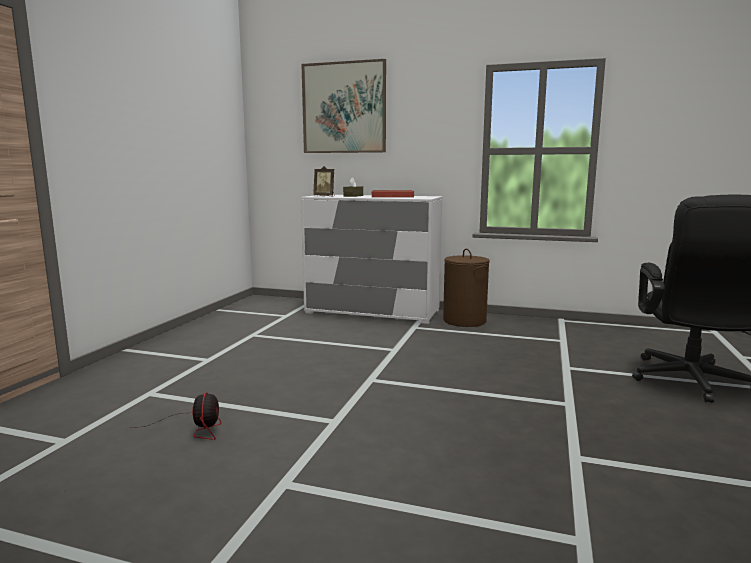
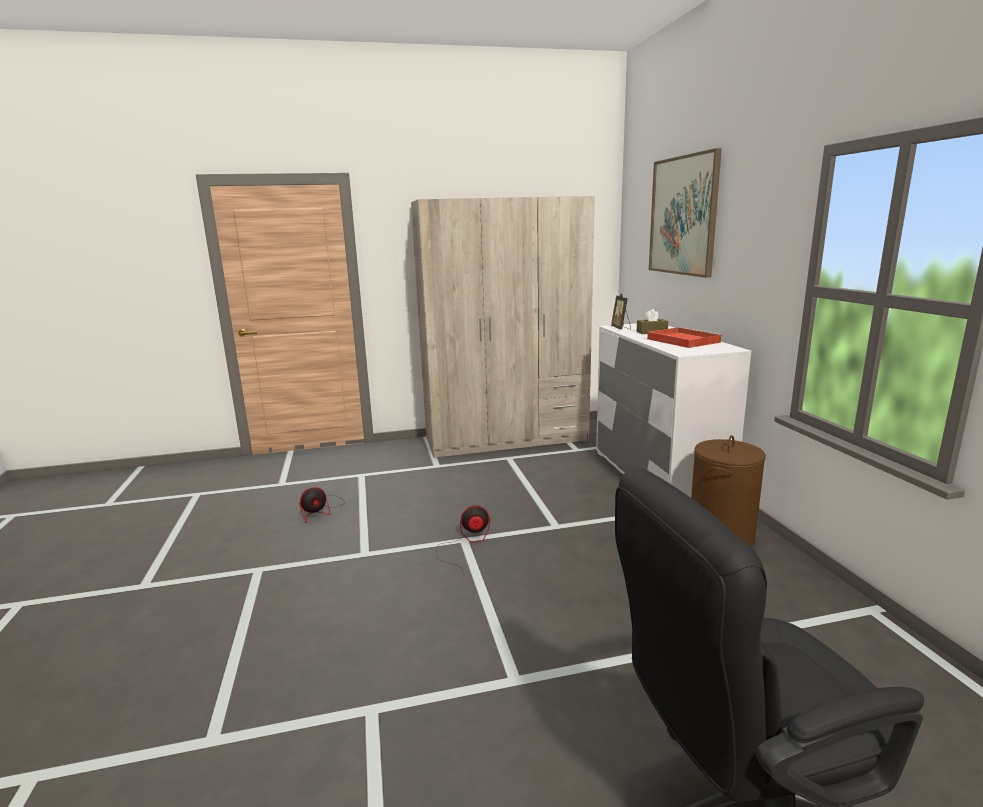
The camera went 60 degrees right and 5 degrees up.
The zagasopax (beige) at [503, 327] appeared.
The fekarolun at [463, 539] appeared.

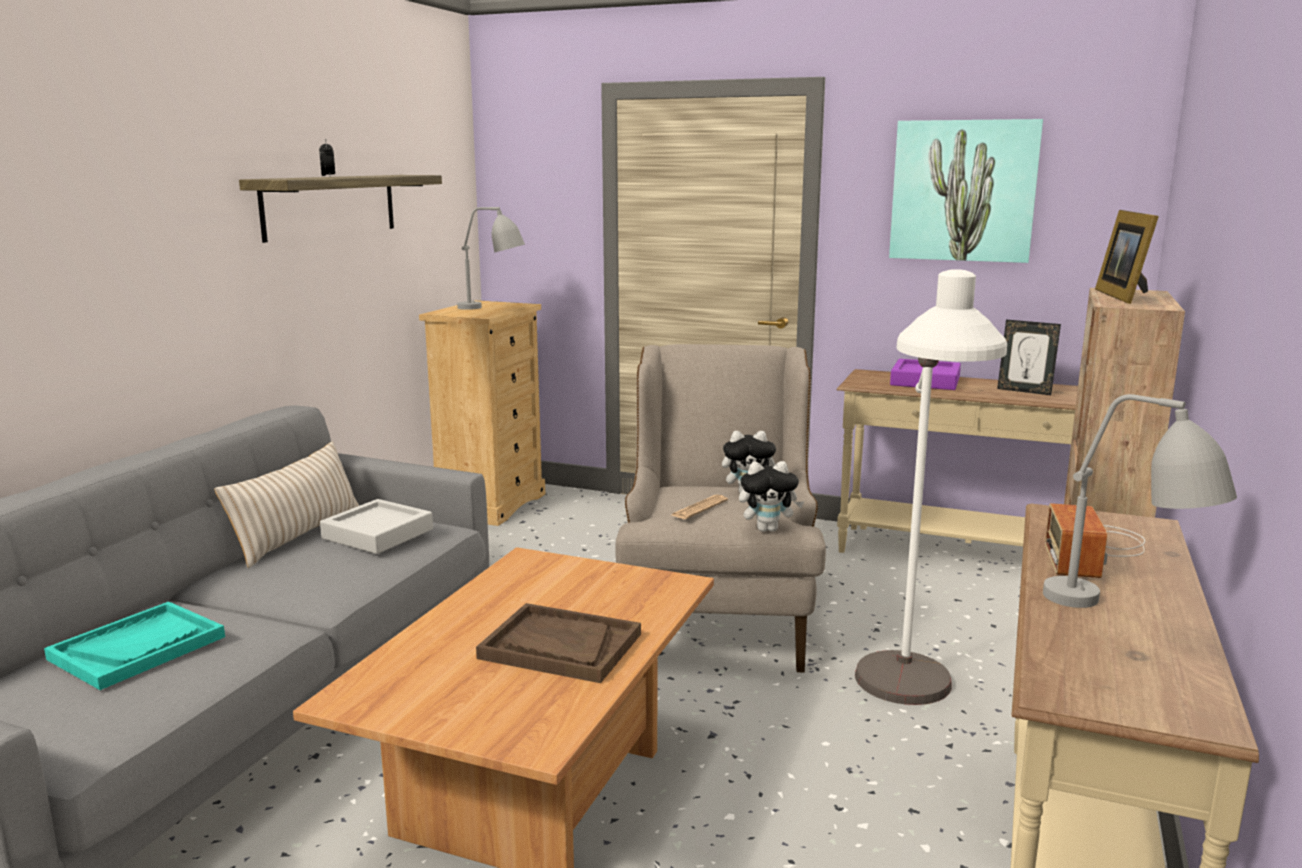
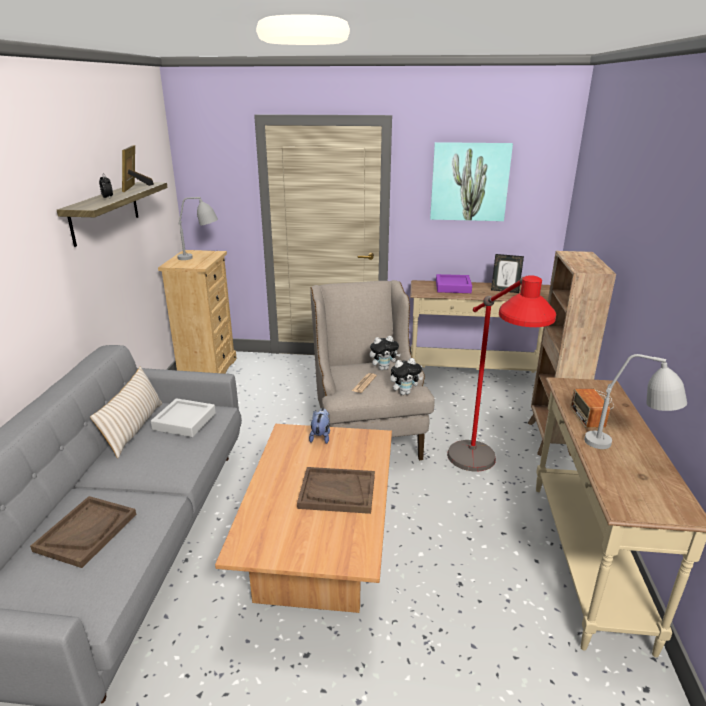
The camera went 15 degrees left and 10 degrees up.
The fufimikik moved from [1127, 257] to [138, 168].
The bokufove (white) at [931, 487] became the bokufove (red) at [501, 373].
The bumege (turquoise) at [134, 646] became the bumege (brown) at [83, 532].
The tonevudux at [319, 426] appeared.

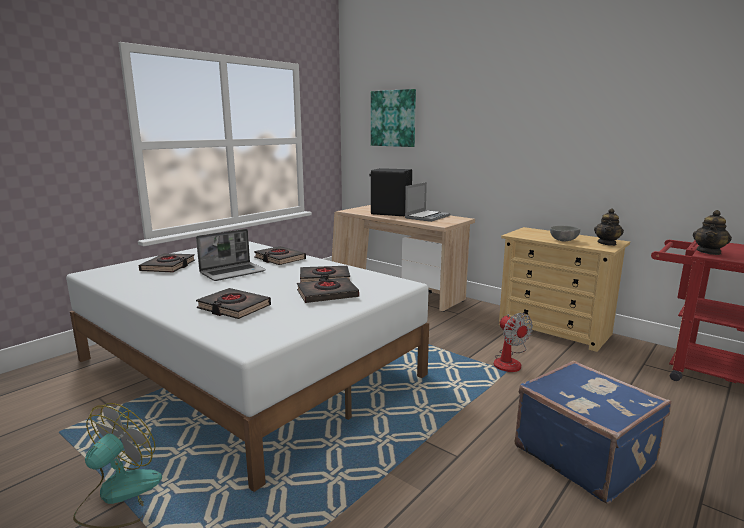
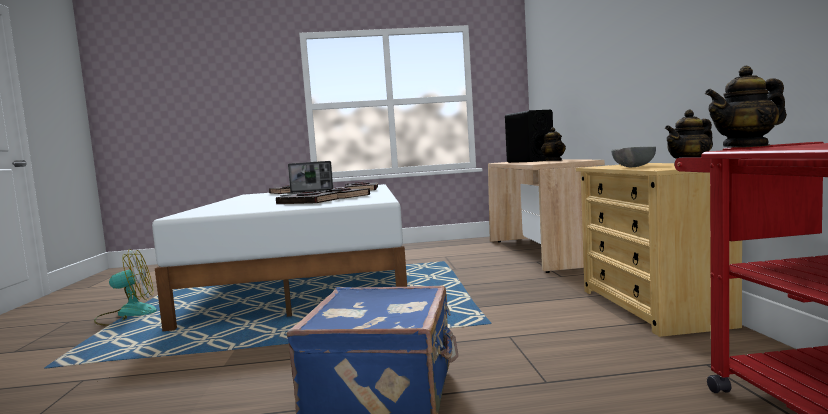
The camera went 45 degrees right and 10 degrees down.
The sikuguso at [393, 118] disappeared.
The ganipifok at [428, 202] was replaced by the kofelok at [553, 144].
The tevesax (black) at [233, 303] disappeared.
The fekarolun at [513, 342] disappeared.

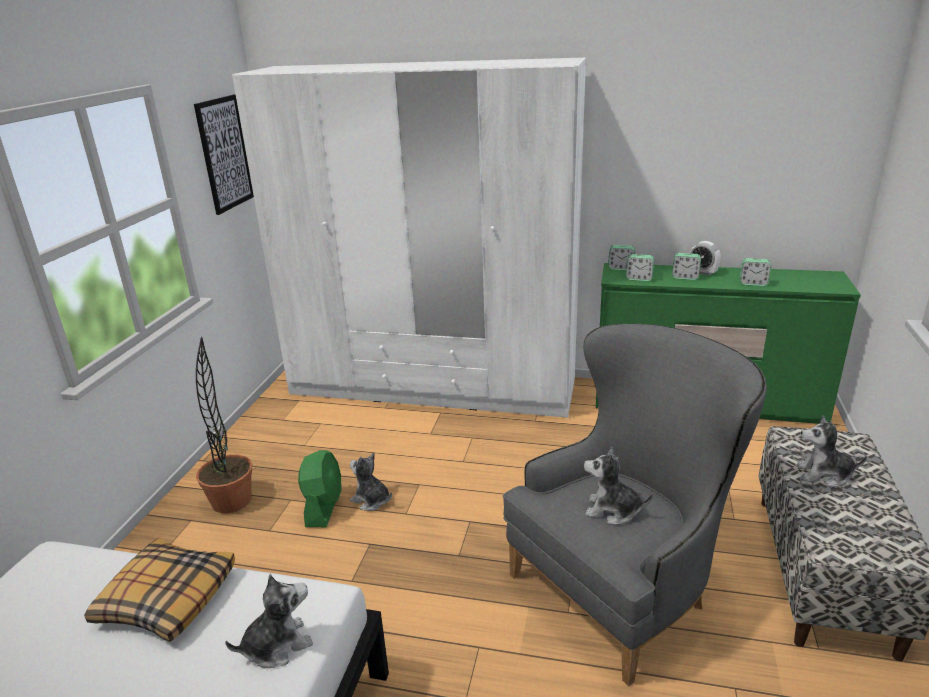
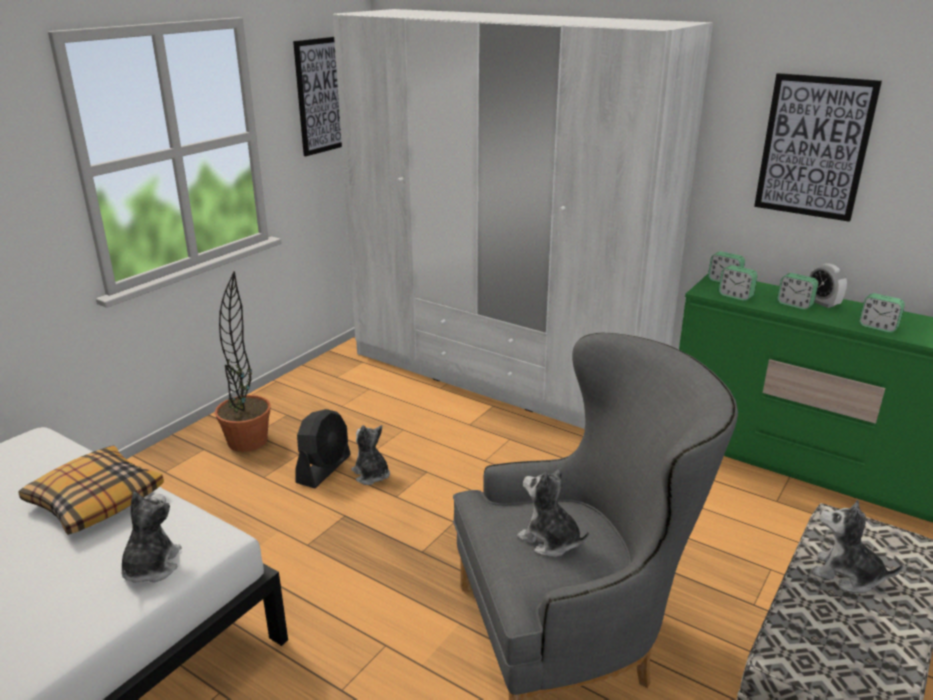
The camera went 20 degrees right and 0 degrees up.
The fekarolun (green) at [319, 488] became the fekarolun (black) at [323, 449].
The tonevudux at [269, 620] turned 75 degrees counterclockwise.
The sikuguso at [818, 147] appeared.

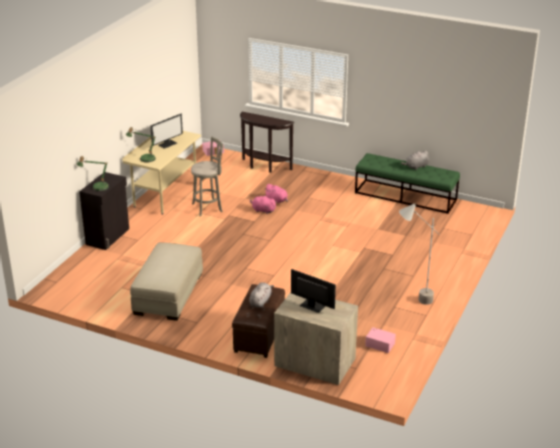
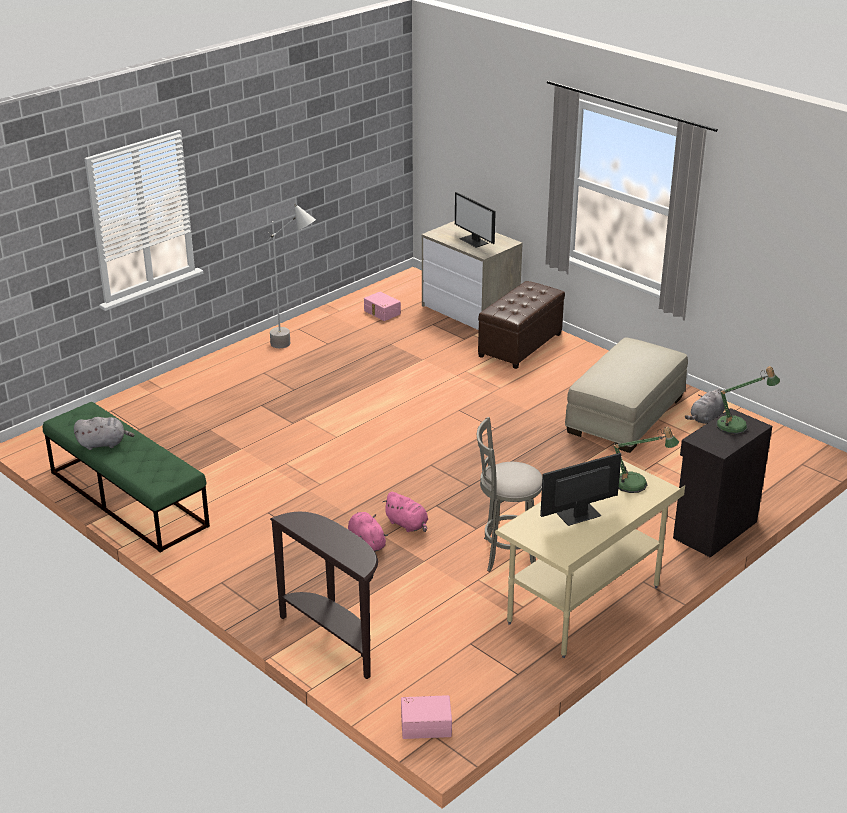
The camera went 160 degrees left and 0 degrees up.
The tonevudux (grey) moved from [261, 295] to [705, 406].

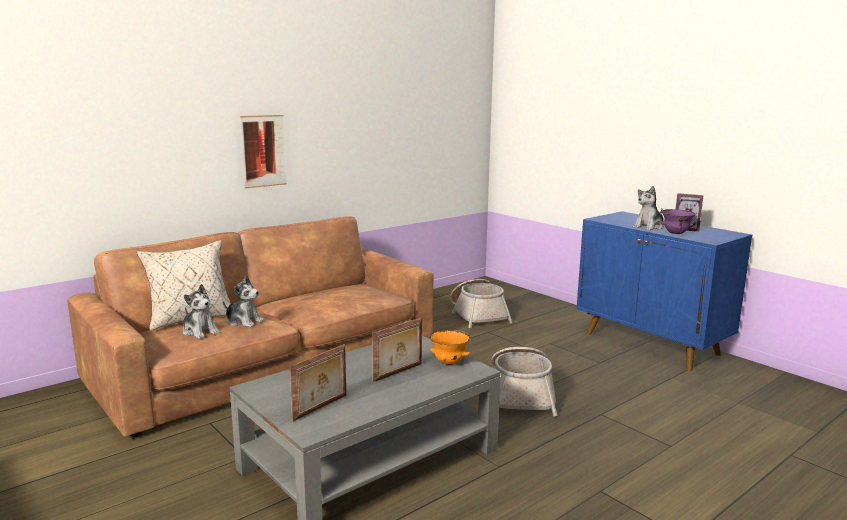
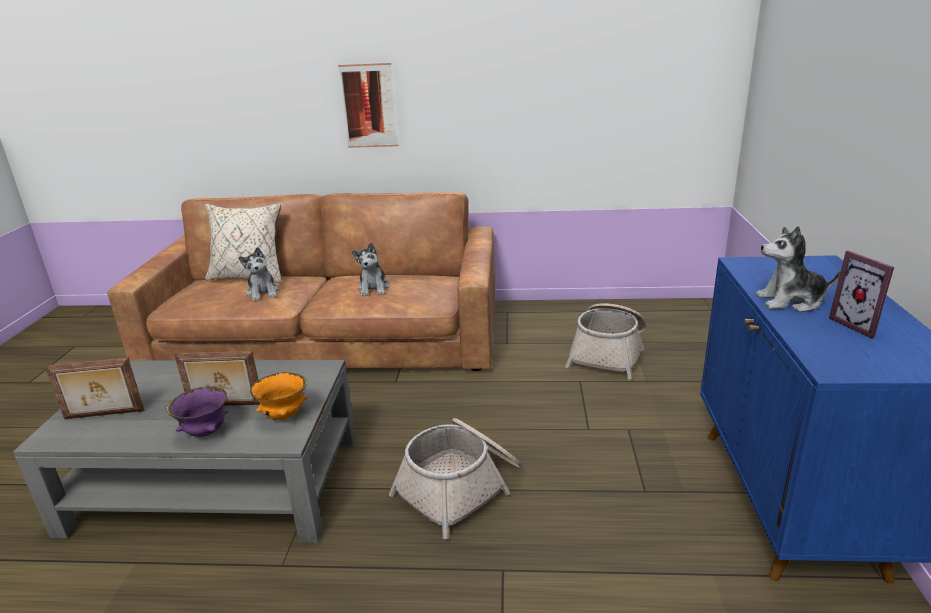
The camera went 45 degrees right and 10 degrees up.
The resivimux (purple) moved from [677, 221] to [197, 411].
The tonevudux moved from [201, 311] to [371, 269].

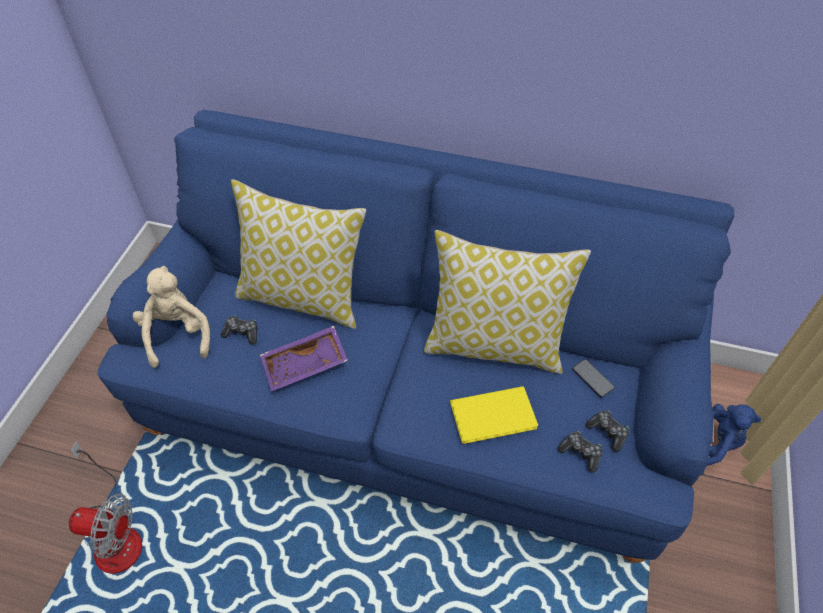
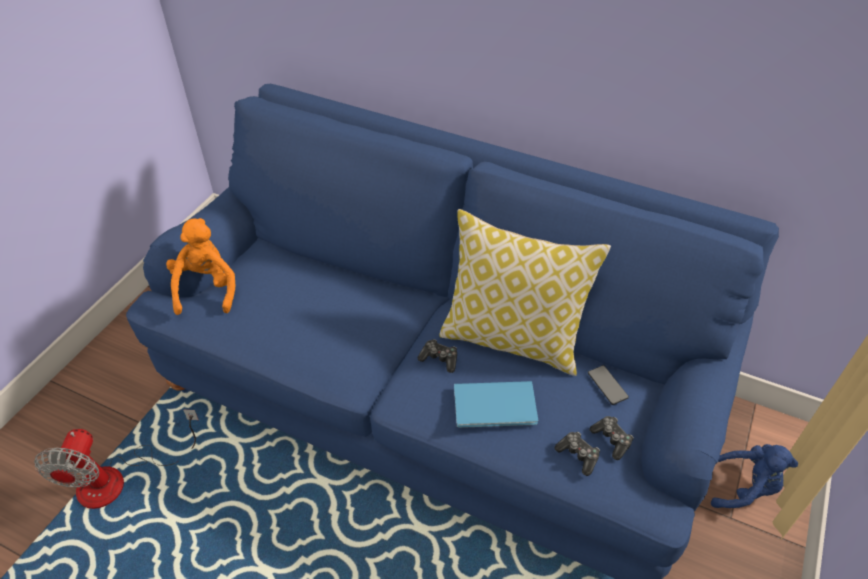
The camera went 10 degrees right and 5 degrees down.
The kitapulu at [298, 254] disappeared.
The tonevudux (beige) at [171, 317] became the tonevudux (orange) at [200, 266].
The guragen moved from [239, 330] to [437, 356].
The bumege (purple) at [304, 358] disappeared.
The tevesax (yellow) at [494, 415] became the tevesax (blue) at [496, 404].
The fekarolun at [105, 507] turned 75 degrees clockwise.

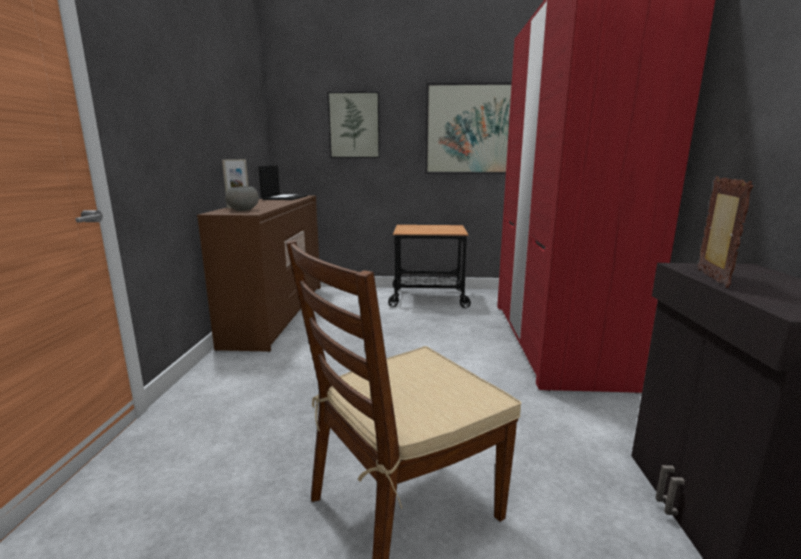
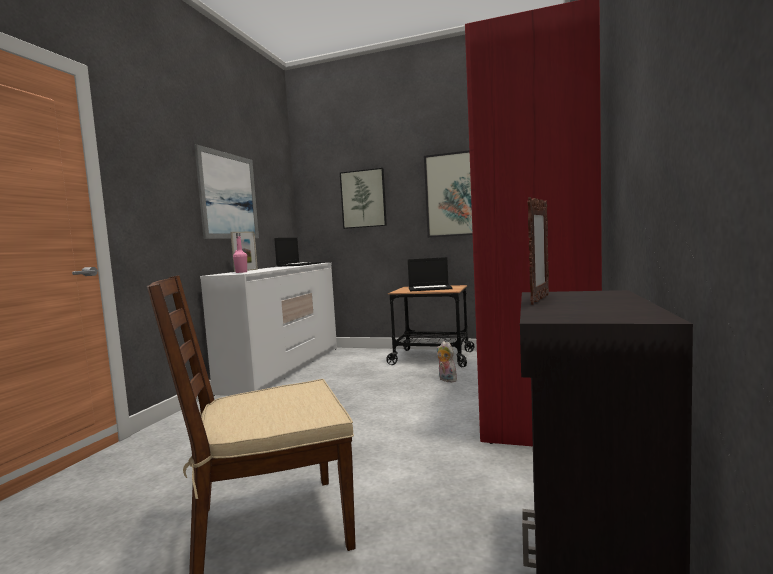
The camera went 15 degrees right and 10 degrees down.
The resivimux (grey) at [242, 198] was replaced by the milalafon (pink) at [240, 253].
The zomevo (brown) at [259, 273] became the zomevo (white) at [268, 329].
The sikuguso at [226, 191] appeared.
The ganipifok at [430, 274] appeared.
The tonevudux at [447, 361] appeared.

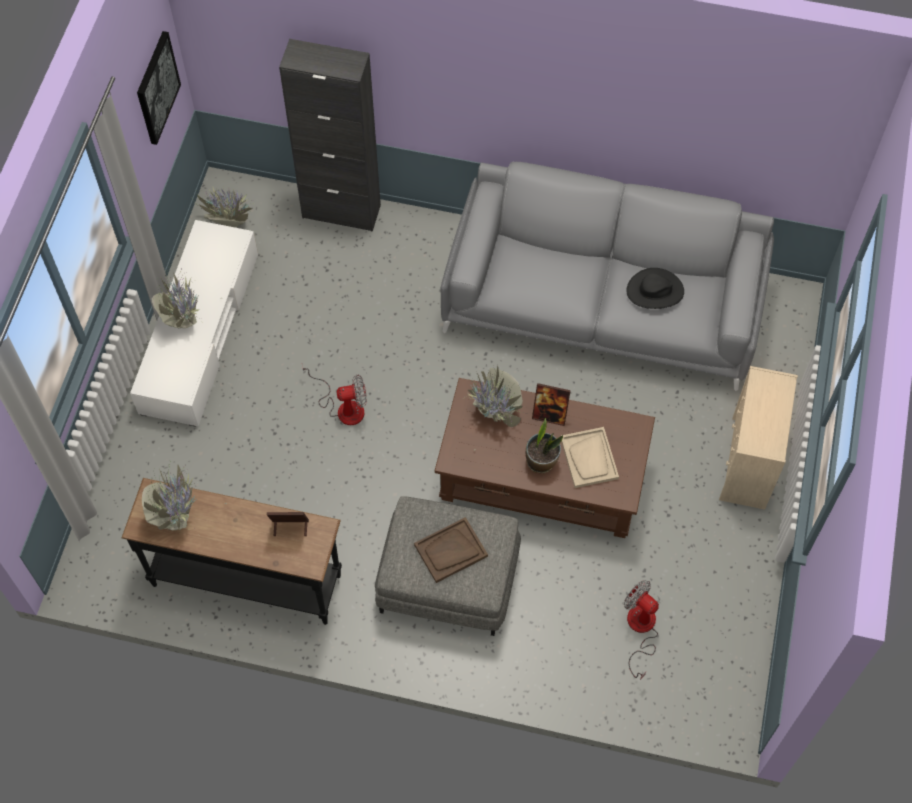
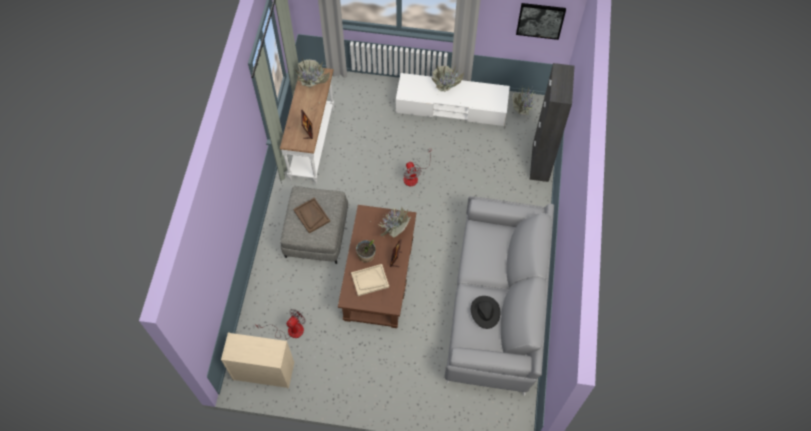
The camera went 85 degrees right and 0 degrees up.
The zomevo (beige) moved from [758, 438] to [257, 360].
The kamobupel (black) at [232, 551] became the kamobupel (white) at [307, 126].

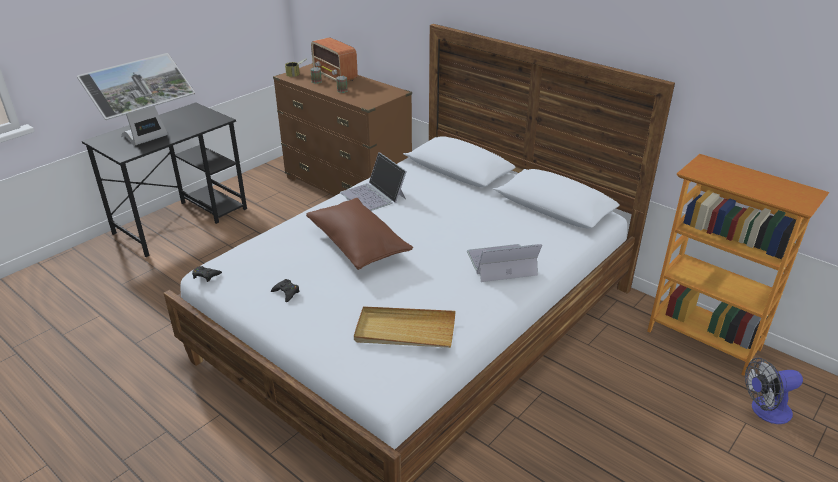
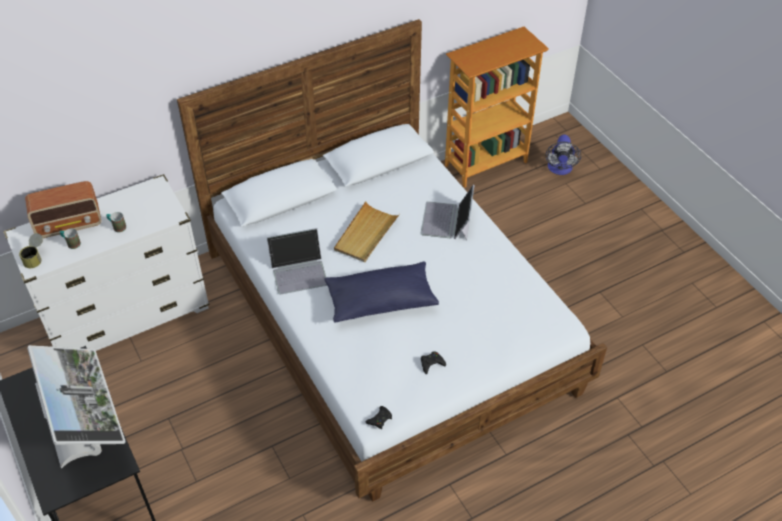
The camera went 70 degrees left and 15 degrees up.
The zomevo (brown) at [342, 129] became the zomevo (white) at [106, 262].
The kitapulu (brown) at [359, 234] became the kitapulu (blue) at [382, 292].
The bumege (beige) moved from [404, 327] to [367, 231].

